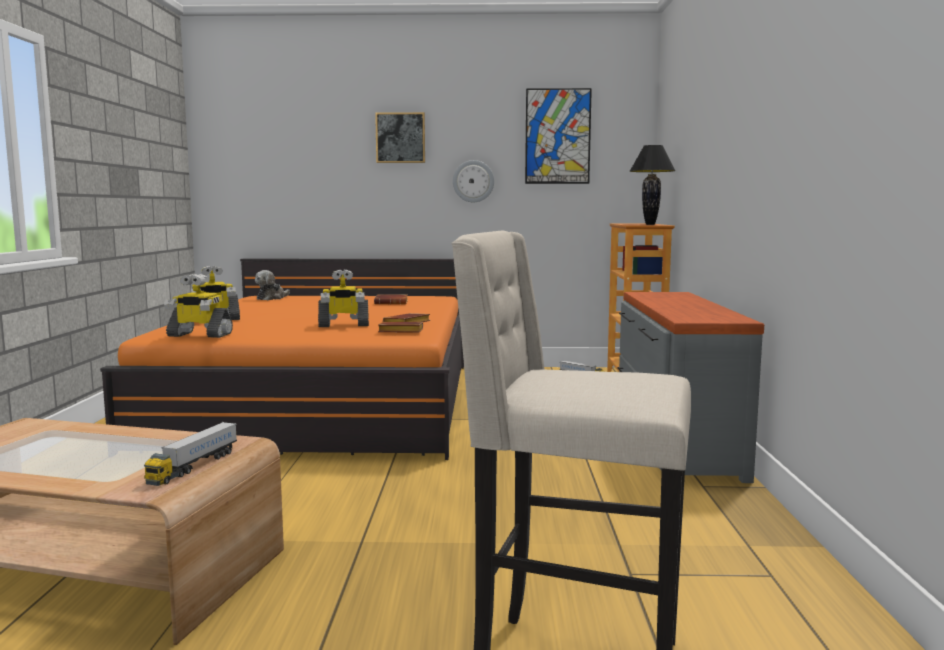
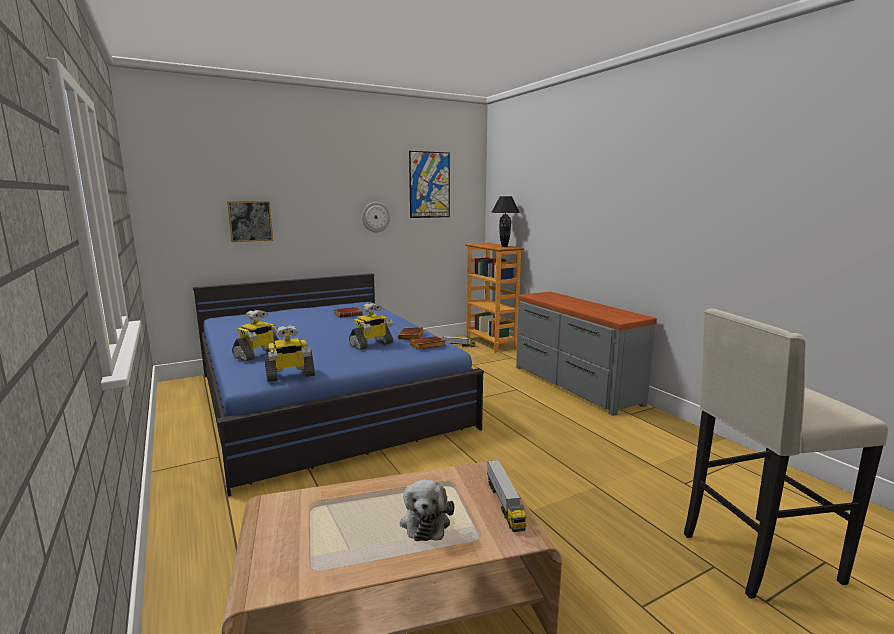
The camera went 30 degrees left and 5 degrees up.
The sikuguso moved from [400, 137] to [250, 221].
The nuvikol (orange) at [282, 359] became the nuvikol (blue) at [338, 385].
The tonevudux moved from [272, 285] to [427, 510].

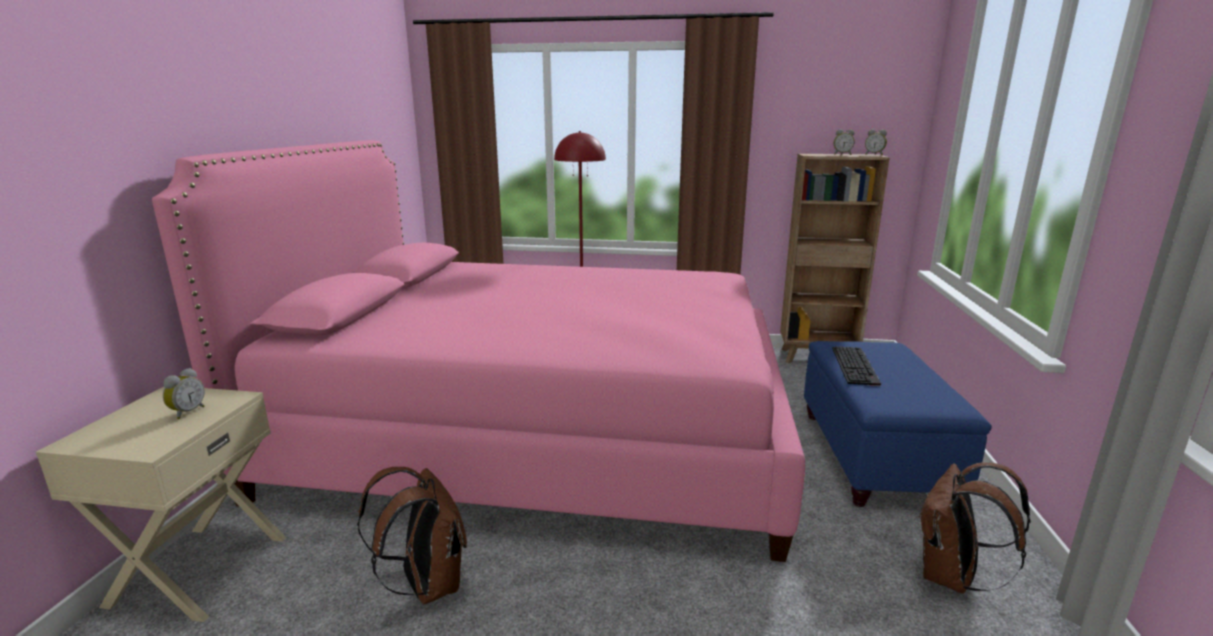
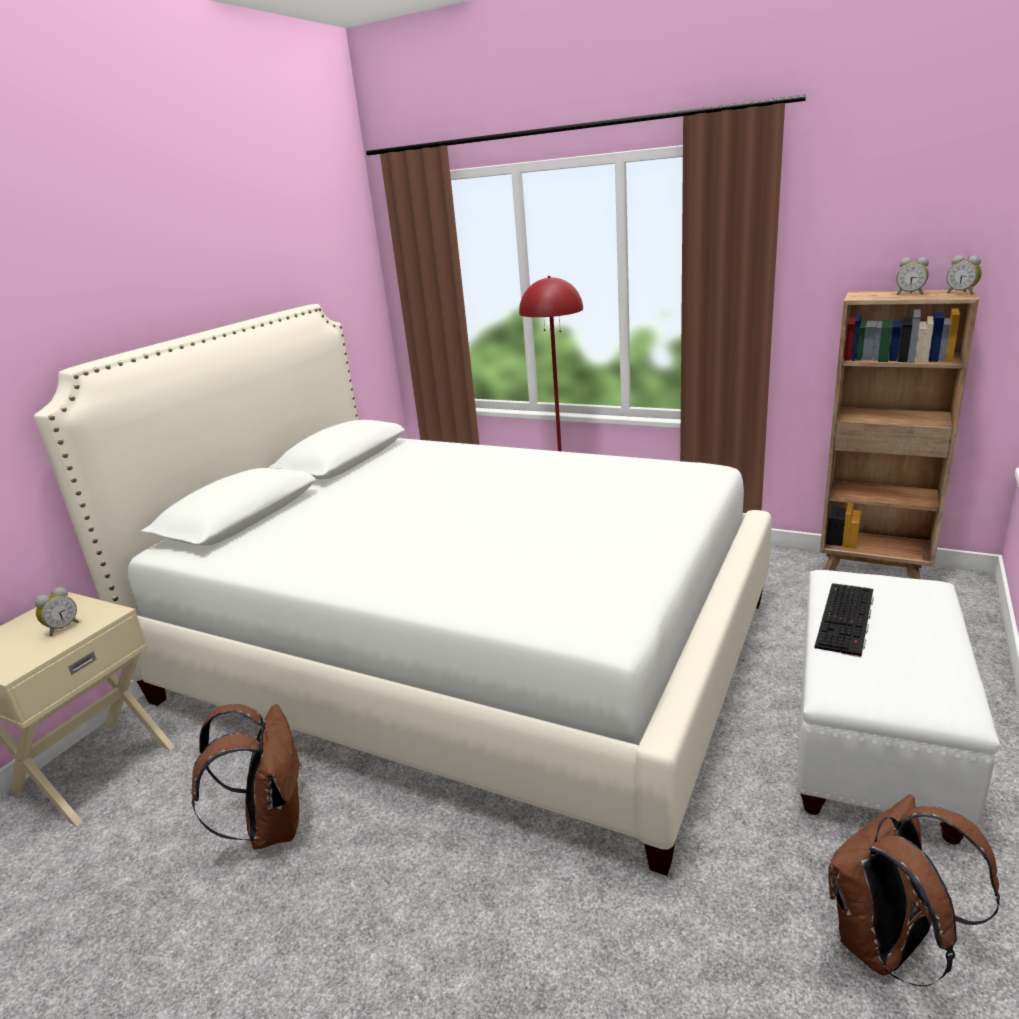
The camera went 20 degrees right and 5 degrees up.
The nuvikol (pink) at [478, 351] became the nuvikol (white) at [403, 590].
The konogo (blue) at [898, 424] became the konogo (white) at [898, 707].

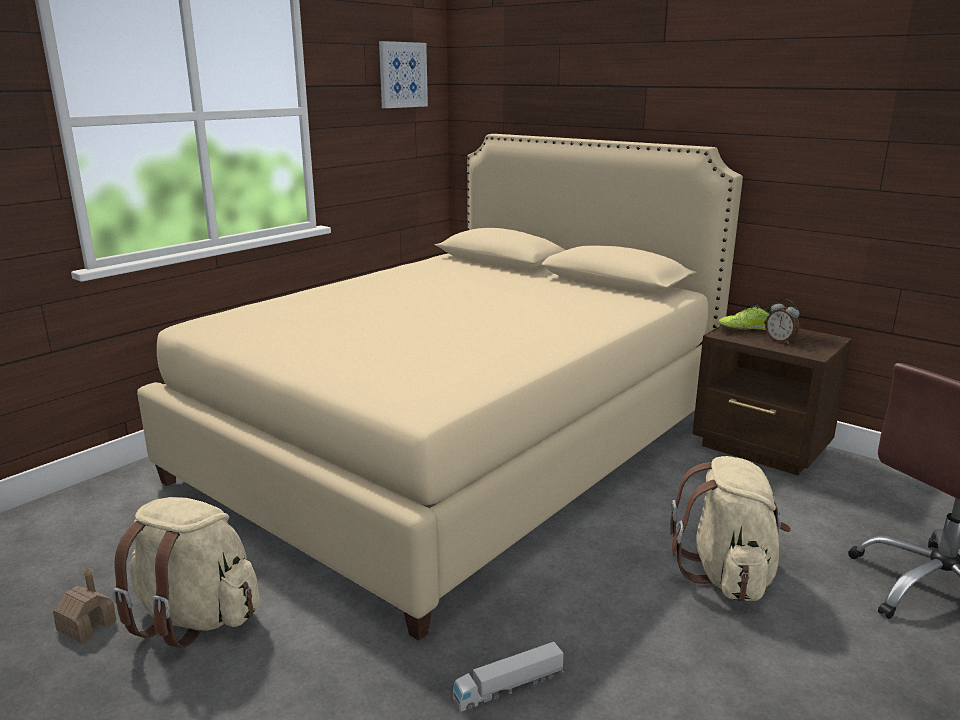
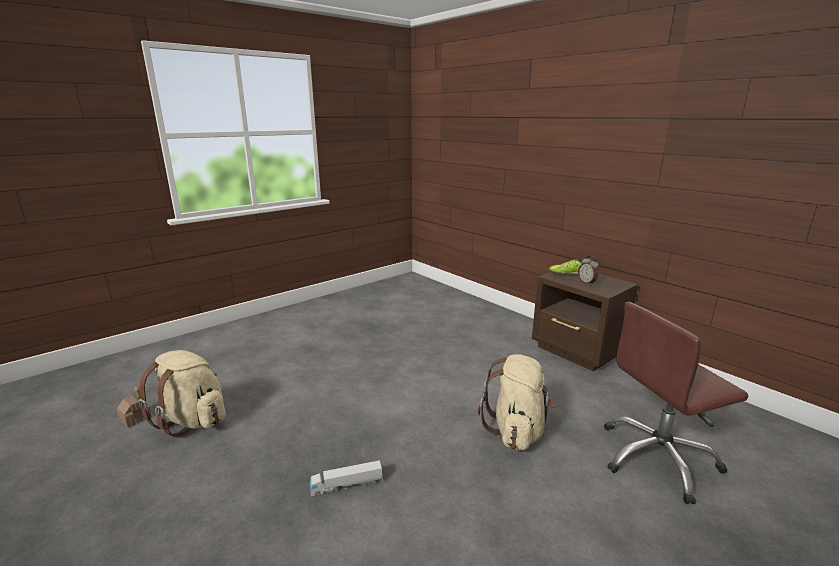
The camera went 10 degrees right and 0 degrees up.
The sikuguso at [403, 74] disappeared.
The nuvikol (beige) at [440, 387] disappeared.

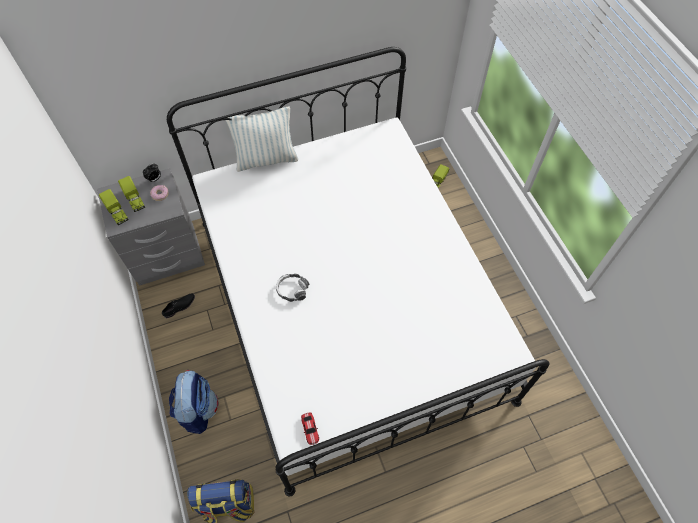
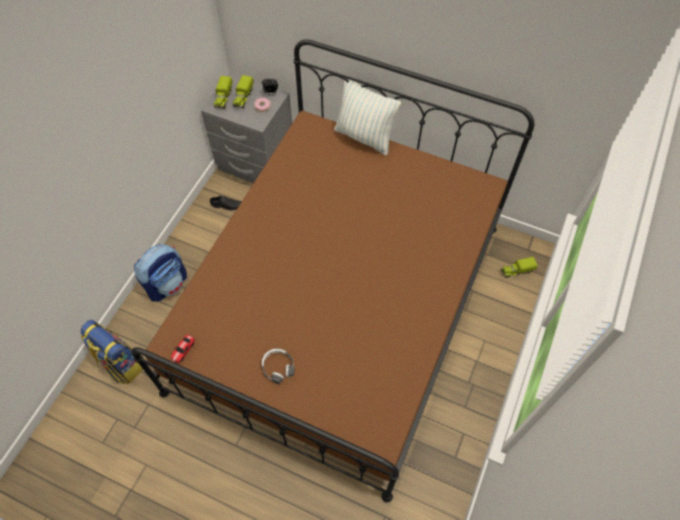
The camera went 45 degrees right and 0 degrees up.
The nuvikol (white) at [358, 271] became the nuvikol (brown) at [332, 271].
The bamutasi moved from [293, 288] to [277, 366].

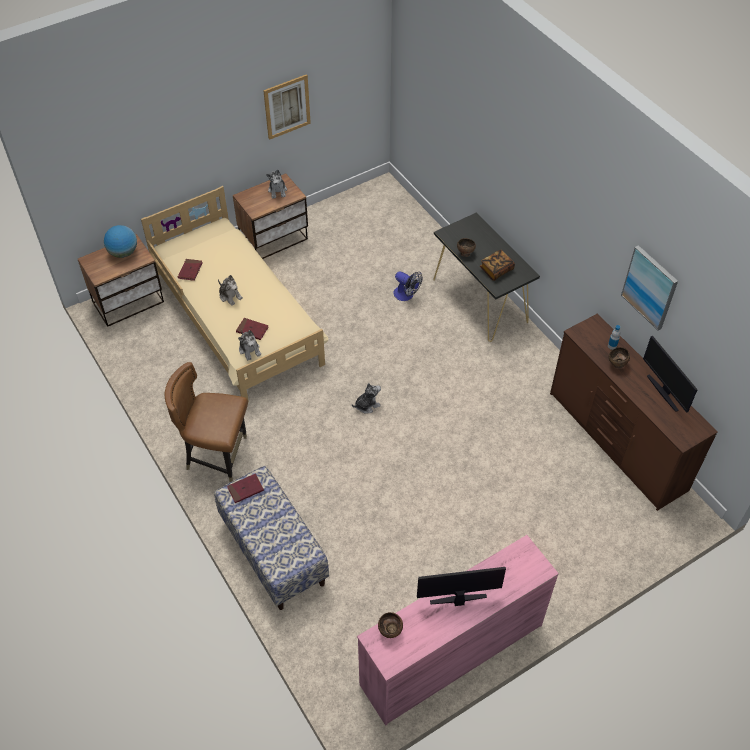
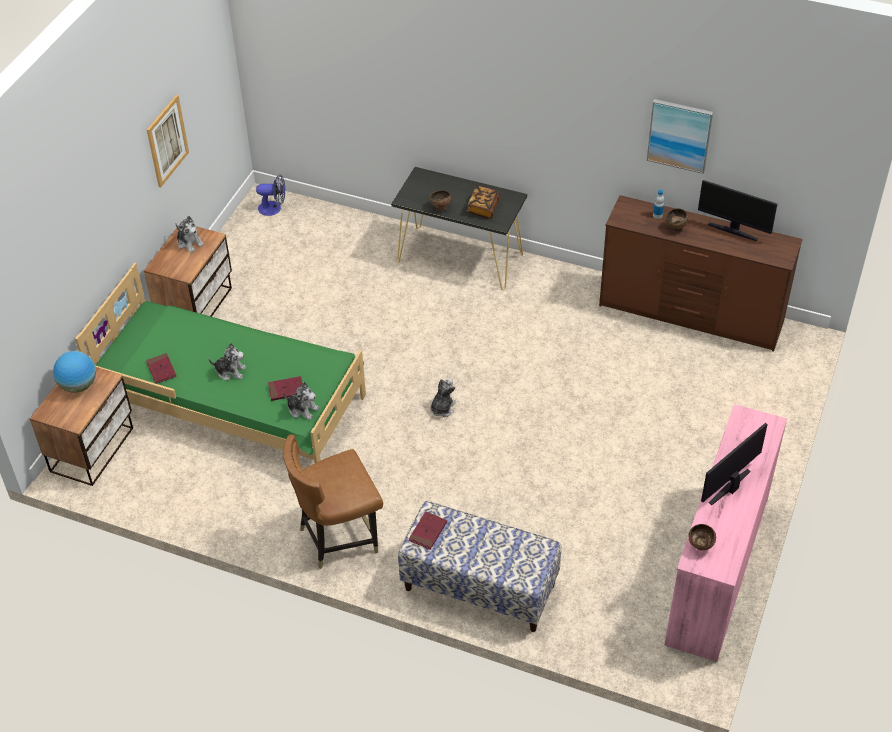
The camera went 35 degrees left and 5 degrees down.
The nuvikol (beige) at [234, 294] became the nuvikol (green) at [220, 363].
The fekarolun moved from [408, 286] to [270, 195].

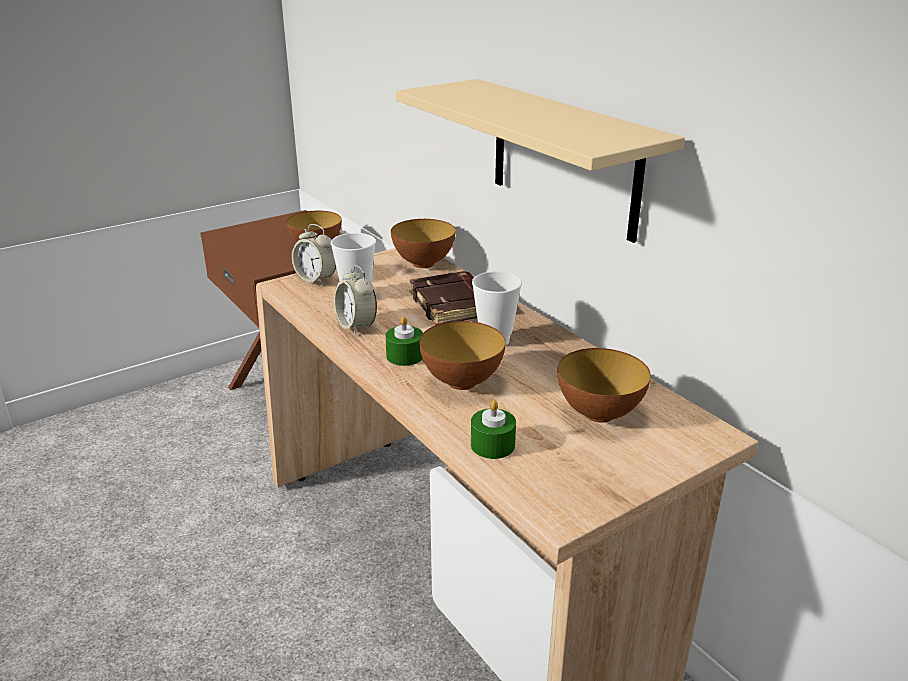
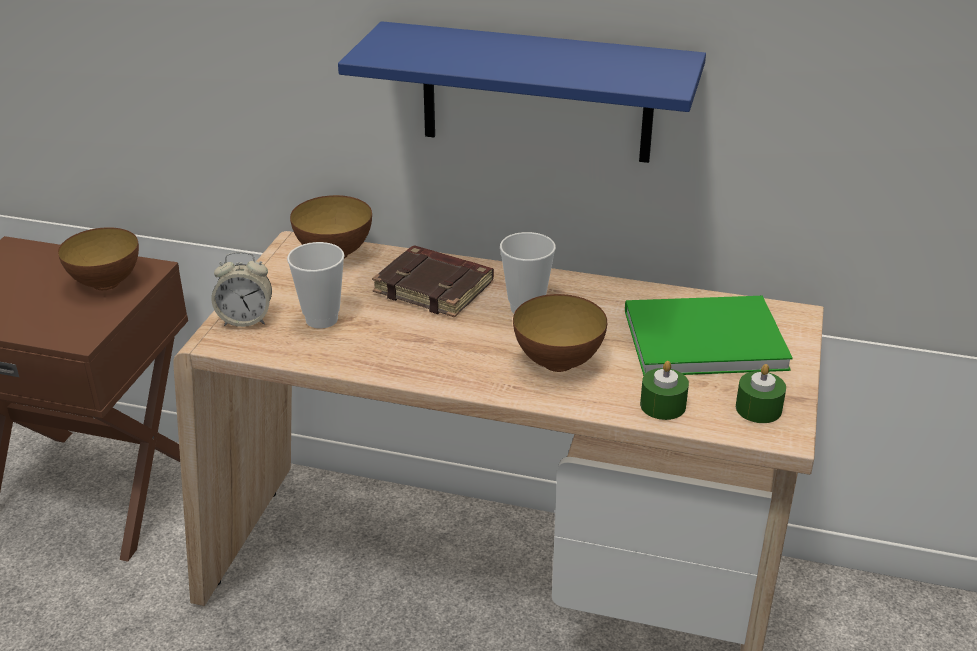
The camera went 40 degrees left and 5 degrees up.
The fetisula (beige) at [540, 161] became the fetisula (blue) at [522, 92].
The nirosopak at [355, 300] disappeared.
The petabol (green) moved from [404, 341] to [761, 393].
The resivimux at [604, 385] was replaced by the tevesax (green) at [709, 336].

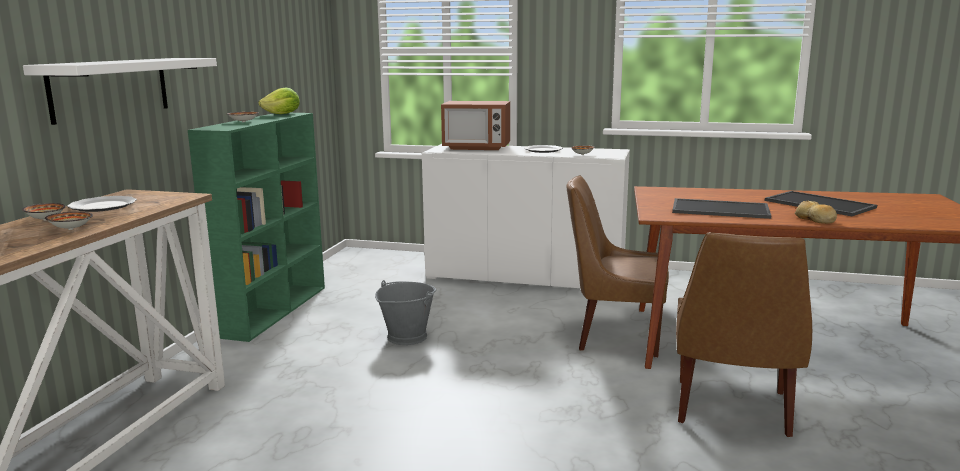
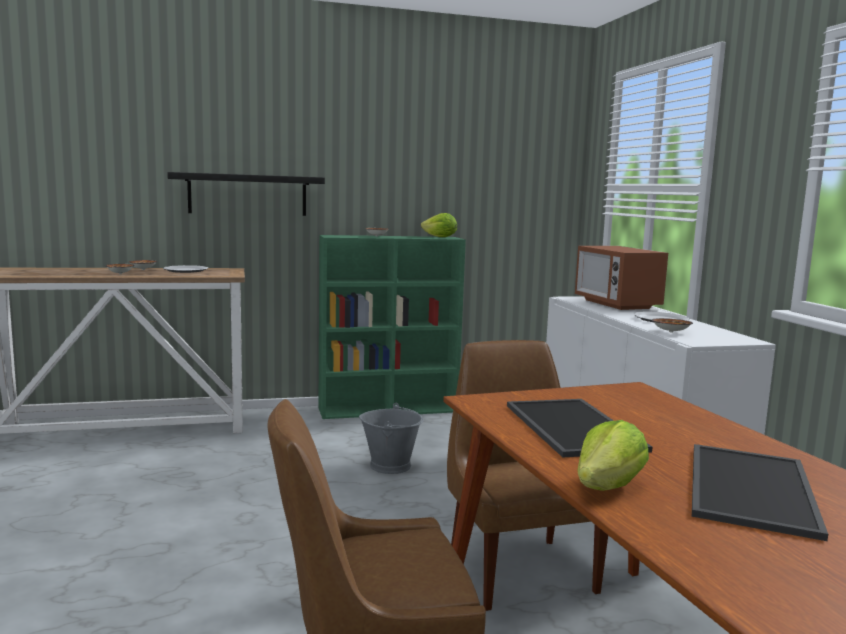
The camera went 60 degrees right and 5 degrees down.
The fetisula (white) at [120, 91] became the fetisula (black) at [246, 194].
The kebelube at [816, 212] was replaced by the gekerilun at [613, 455].

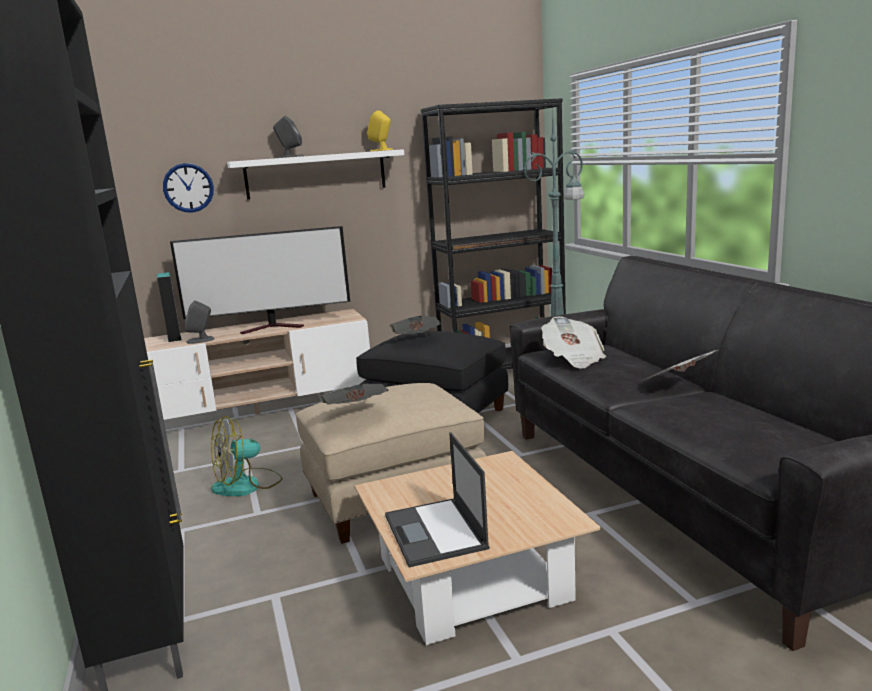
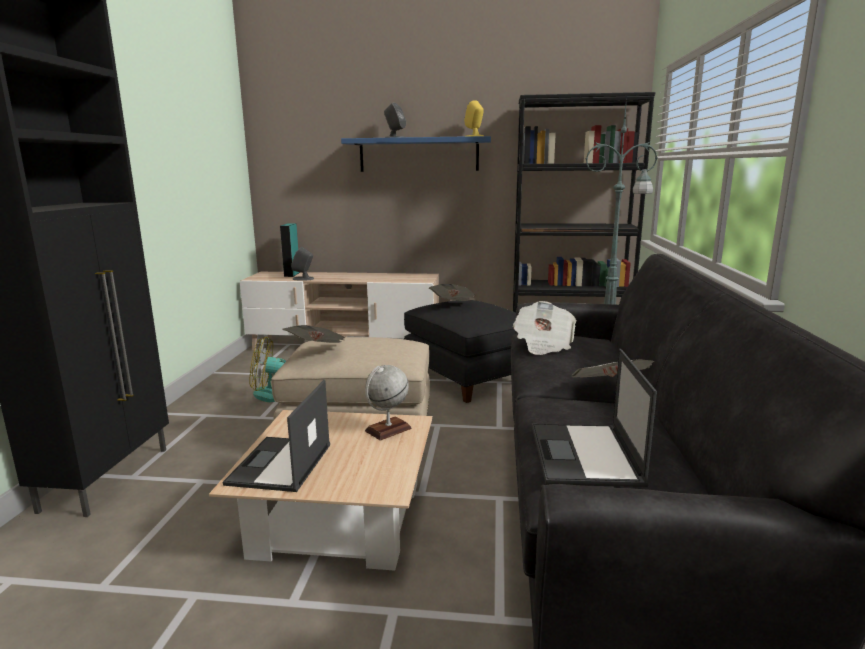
The camera went 25 degrees right and 0 degrees up.
The fetisula (white) at [315, 174] became the fetisula (blue) at [416, 154].
The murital at [188, 188] disappeared.
The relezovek at [260, 280] disappeared.
The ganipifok at [594, 418] appeared.
The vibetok at [388, 402] appeared.

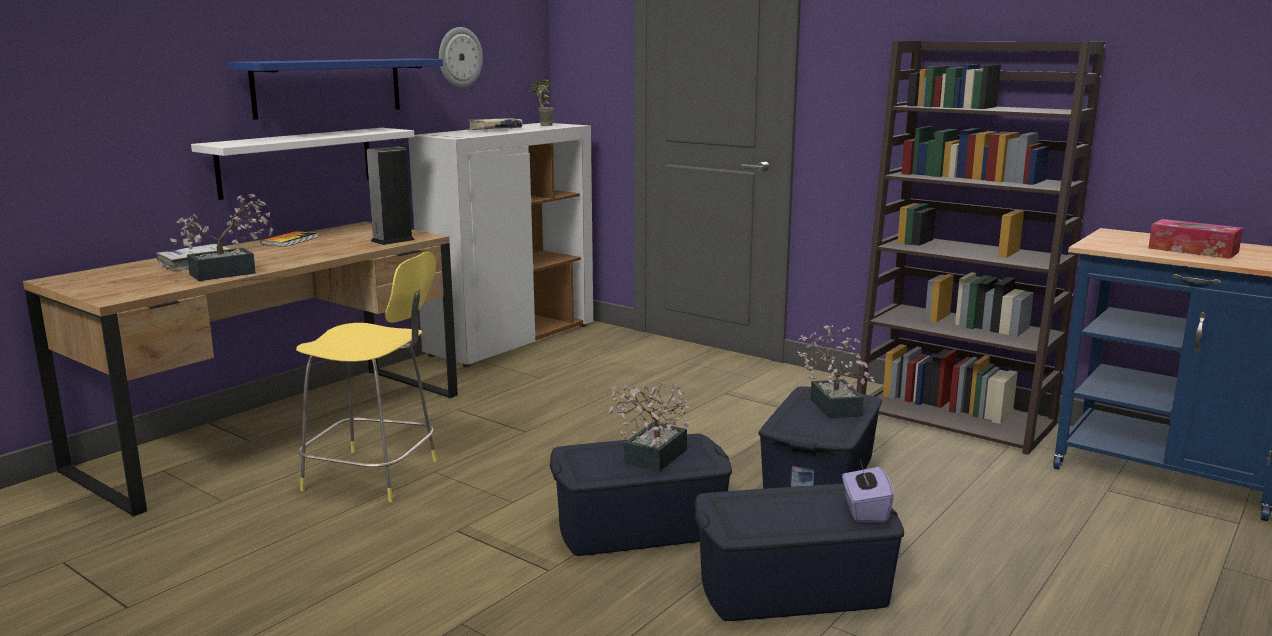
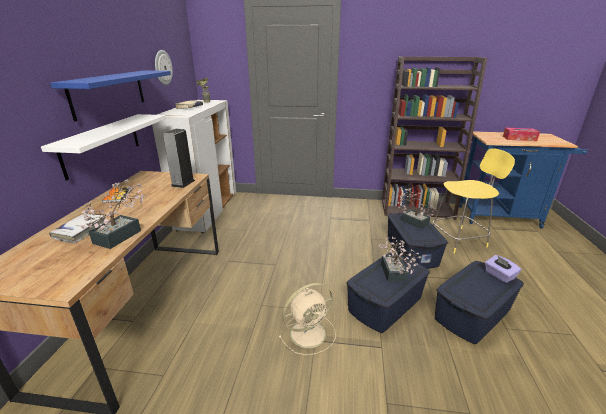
The camera went 30 degrees left and 10 degrees up.
The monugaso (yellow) moved from [366, 377] to [474, 200].
The fekarolun (beige) at [307, 319] appeared.

